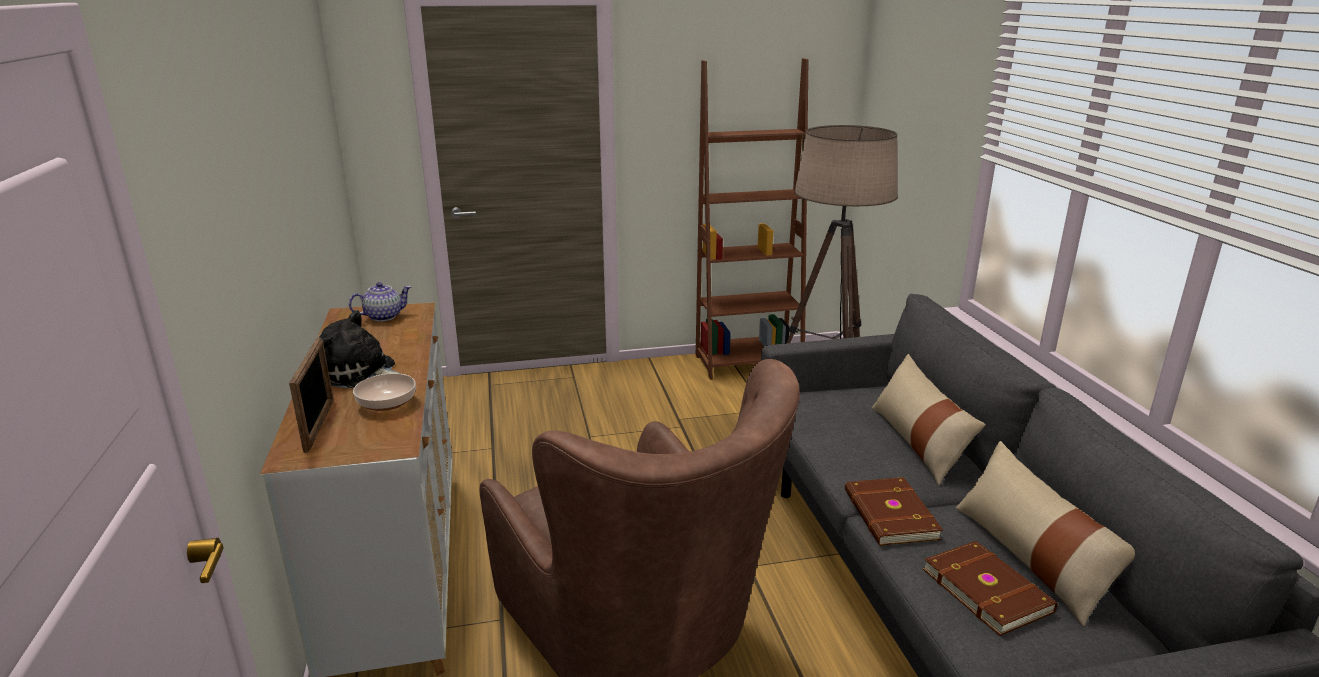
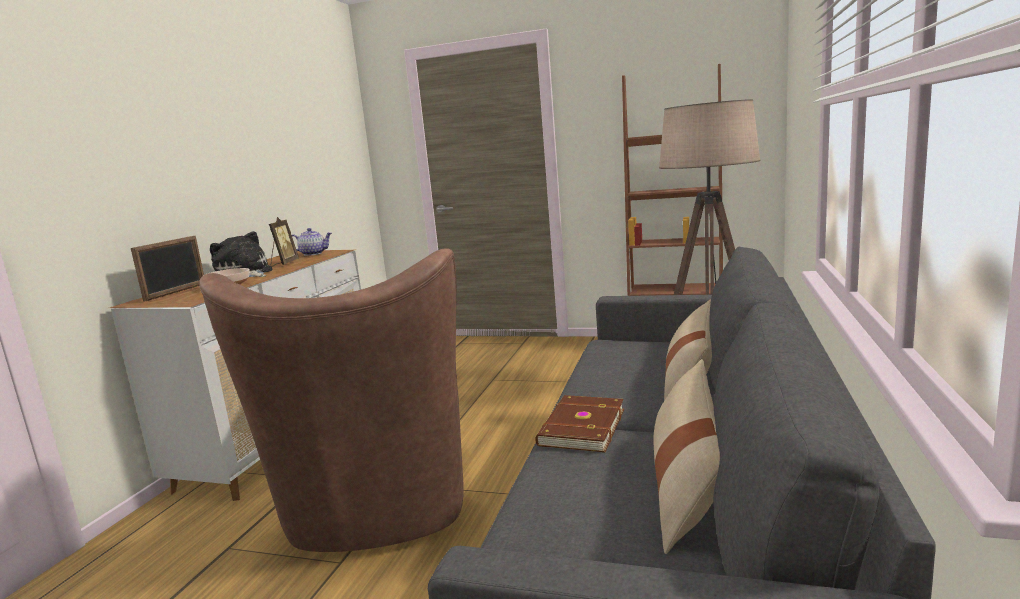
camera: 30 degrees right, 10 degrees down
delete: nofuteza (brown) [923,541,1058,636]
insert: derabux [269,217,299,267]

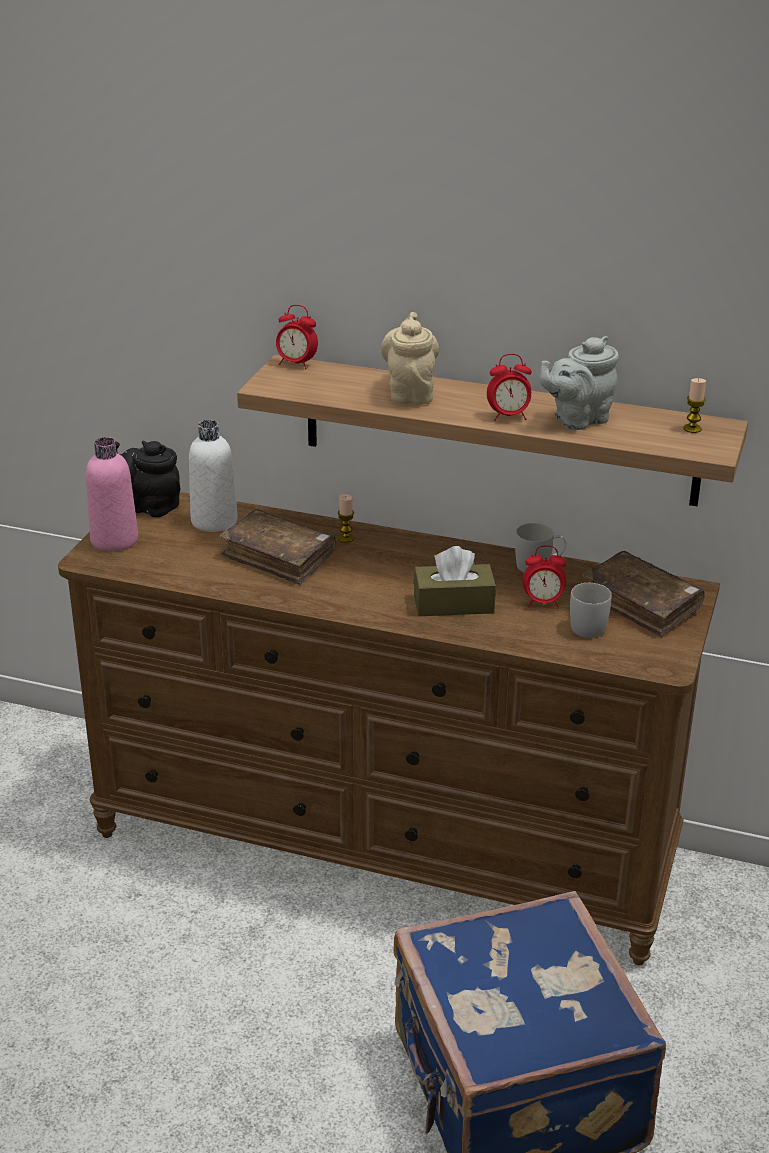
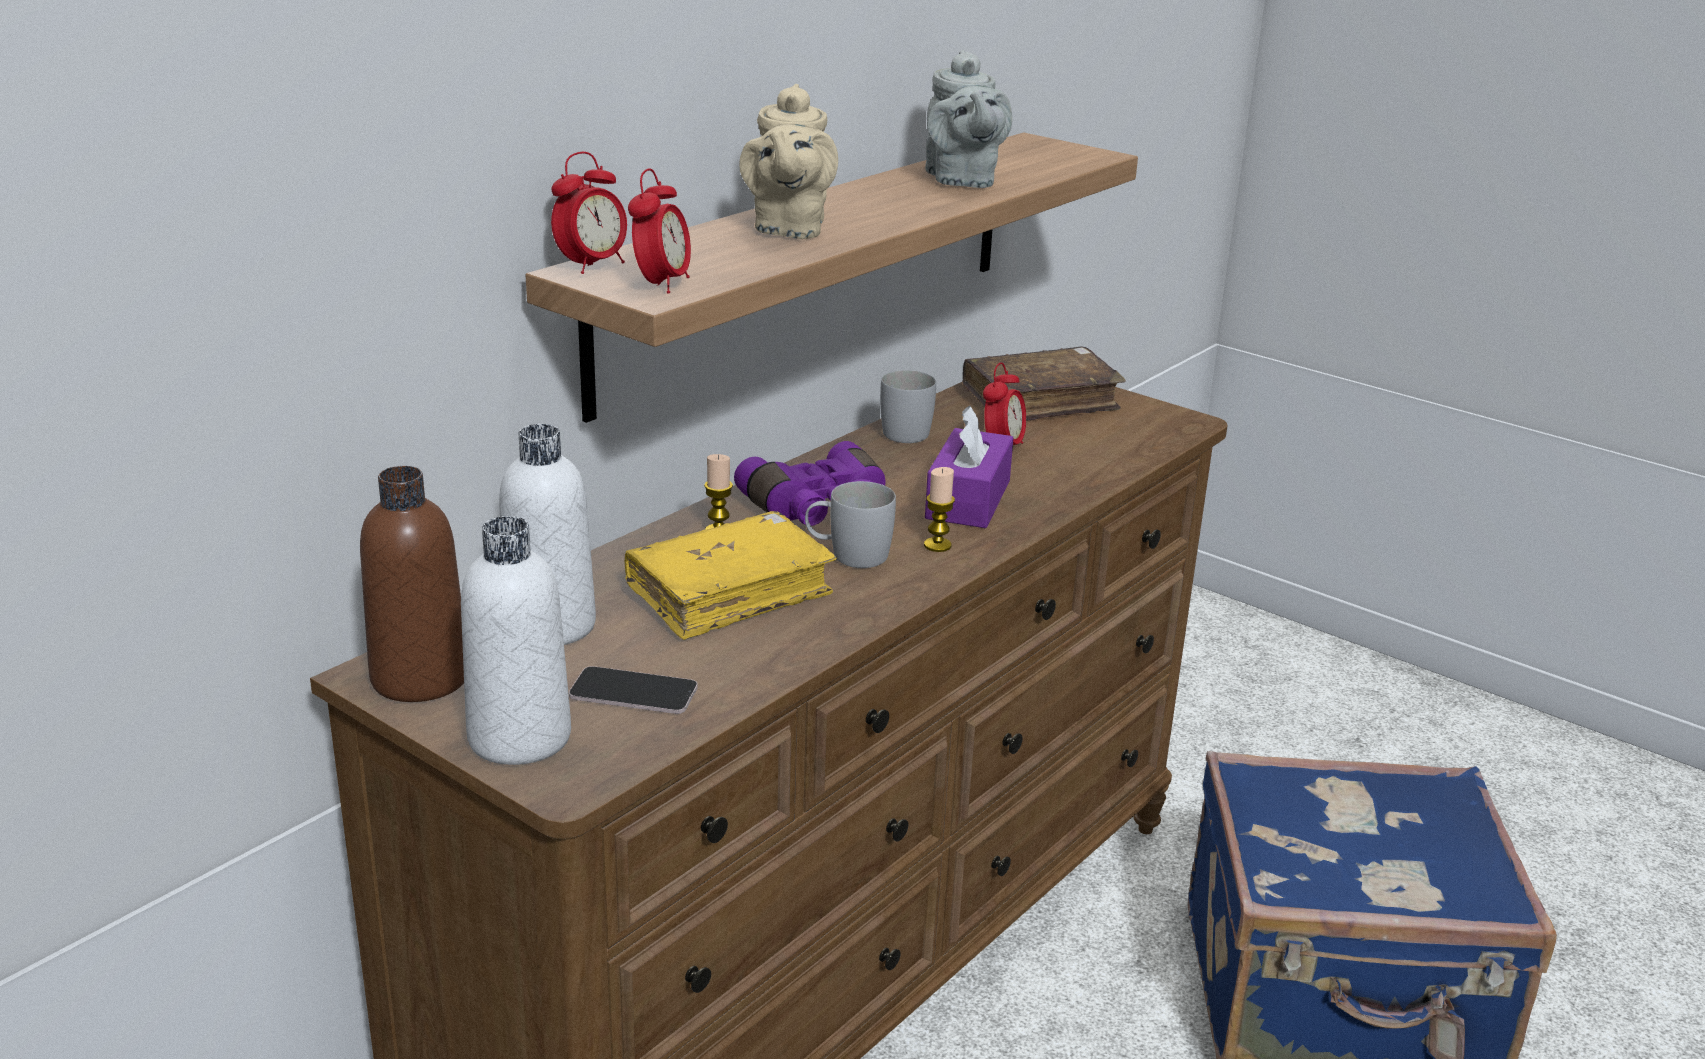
camera: 70 degrees left, 5 degrees down
insert: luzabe [569,666,698,714]; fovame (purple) [734,441,886,526]
move: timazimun [487,354,532,421] to [628,168,691,294]; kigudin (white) [570,583,612,638] to [805,481,896,568]; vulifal [683,378,706,433] to [924,467,955,552]
replace: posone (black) [115,441,181,517] to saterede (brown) [360,466,464,702]
recolor: saterede (pink) [86,437,138,552] to saterede (white) [461,516,571,765]; nofuteza (brown) [219,509,336,585] to nofuteza (yellow) [625,511,837,640]; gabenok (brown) [414,546,496,616] to gabenok (purple) [925,406,1014,528]
rotate: posone (beige) [381,312,439,404] = [739,84,838,239] 105 degrees counterclockwise

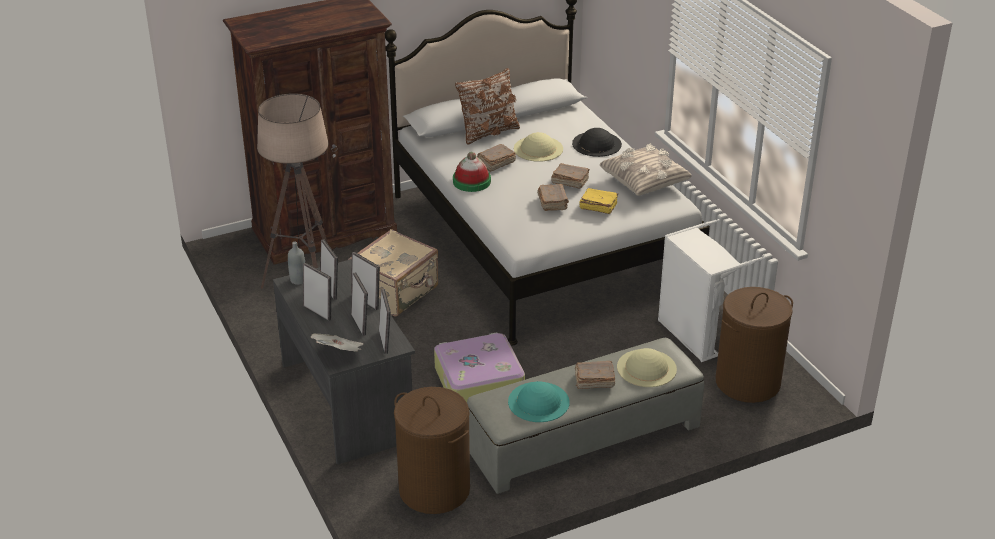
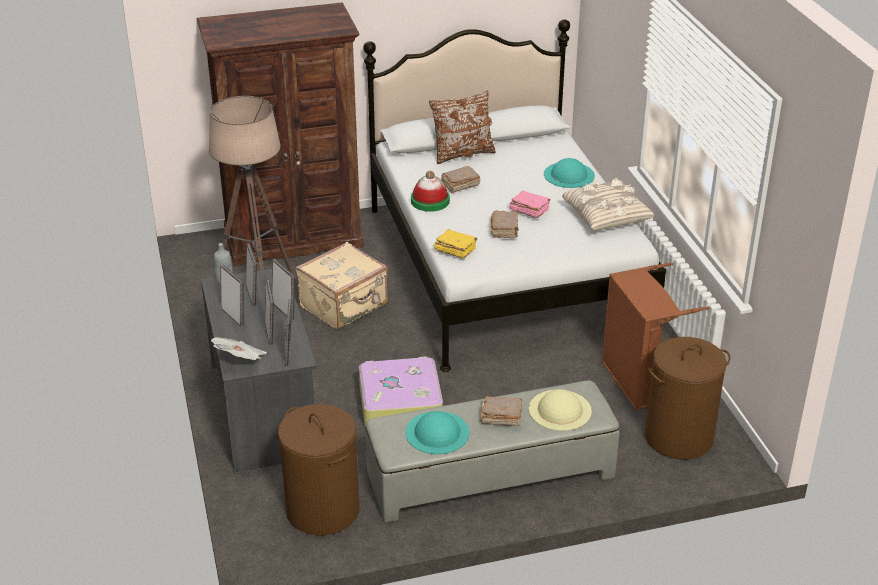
camera: 10 degrees right, 0 degrees up
delete: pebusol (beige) [514,132,563,162]
move: nofuteza (yellow) [579,188,618,214] to [434,229,477,259]
recolor: nofuteza (brown) [551,163,590,189] to nofuteza (pink) [510,191,551,218]; pebusol (black) [572,128,622,157] to pebusol (turquoise) [544,158,595,188]; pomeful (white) [658,219,766,362] to pomeful (brown) [602,263,710,411]

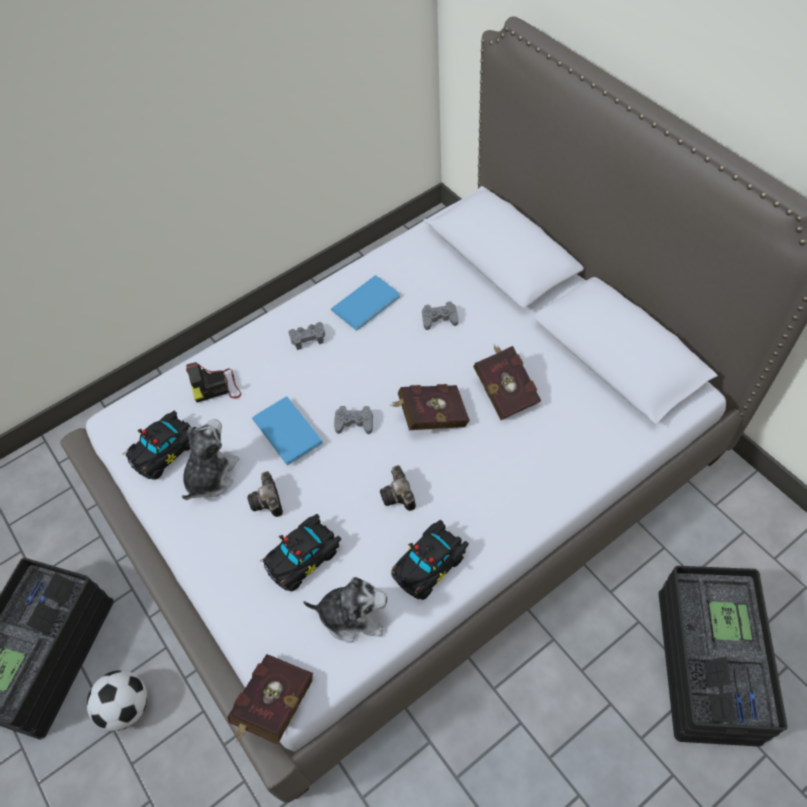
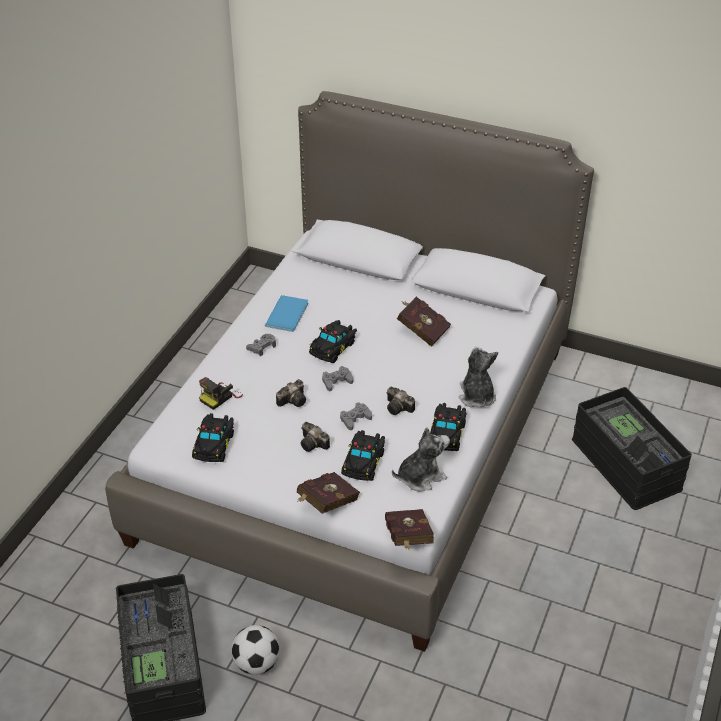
camera: 35 degrees left, 15 degrees down
insert: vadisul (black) [309,320,357,363]
move: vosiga [182,419,239,500] to [459,347,498,407]; nofuteza (red) [391,384,470,430] to [297,472,360,514]; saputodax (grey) [422,301,458,330] to [340,403,372,430]
replace: nofuteza (blue) [252,397,323,465] to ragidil [276,379,306,407]

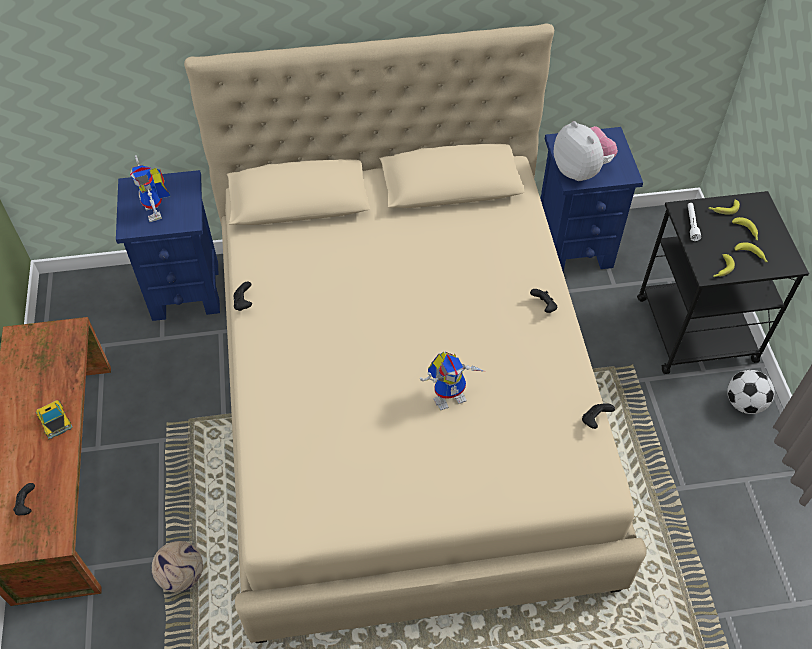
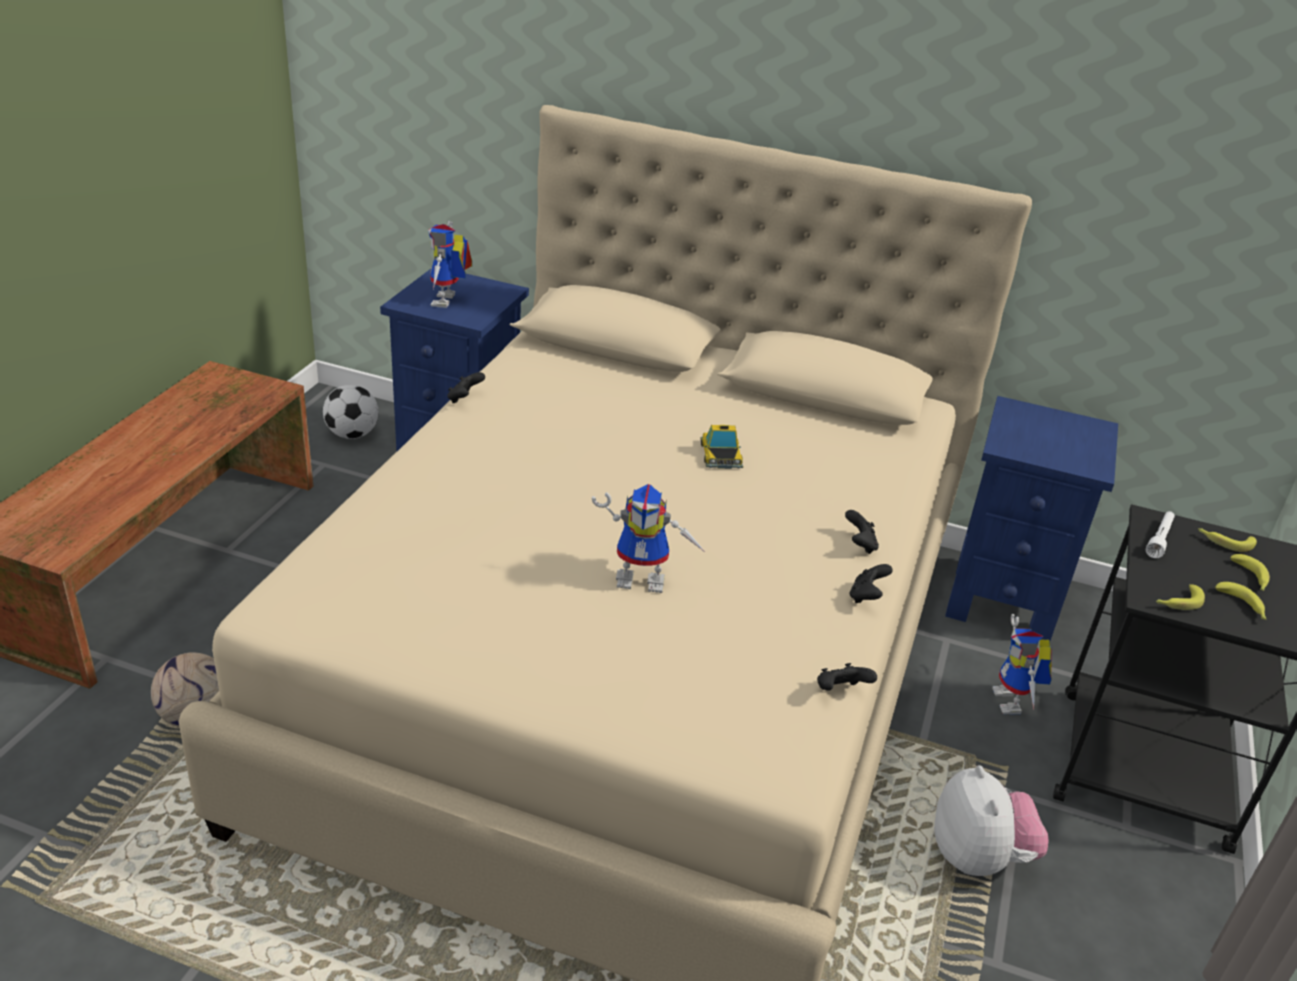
camera: 25 degrees right, 20 degrees down
insert: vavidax [992,614,1052,715]
move: saputodax (black) [13,483,35,515] to [850,564,893,603]; vadisul [36,400,73,439] to [700,425,743,469]; vosiga [554,121,618,181] to [934,765,1049,876]; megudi [727,370,774,414] to [323,385,379,439]

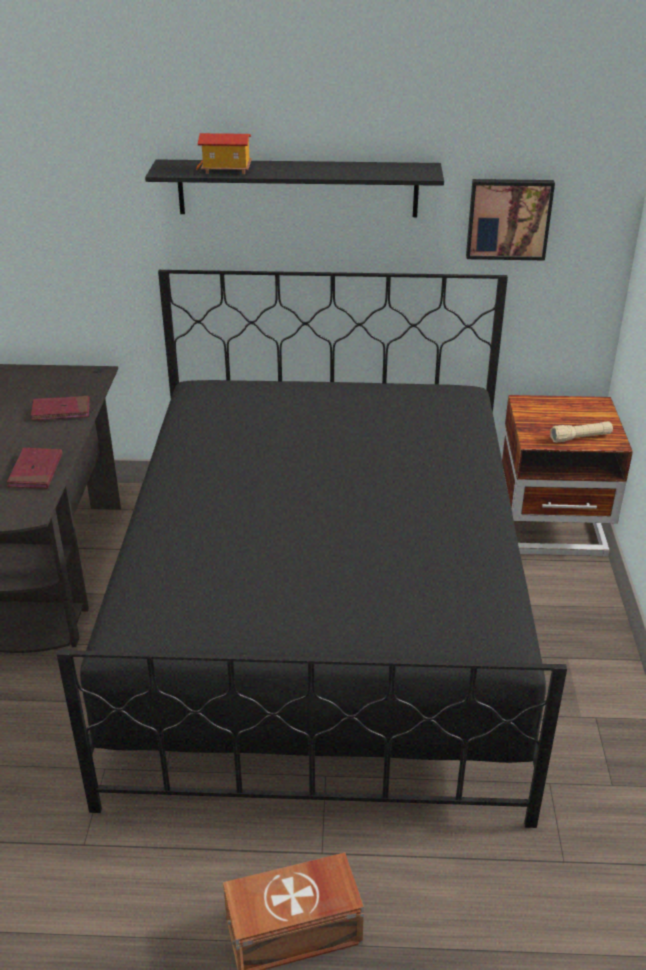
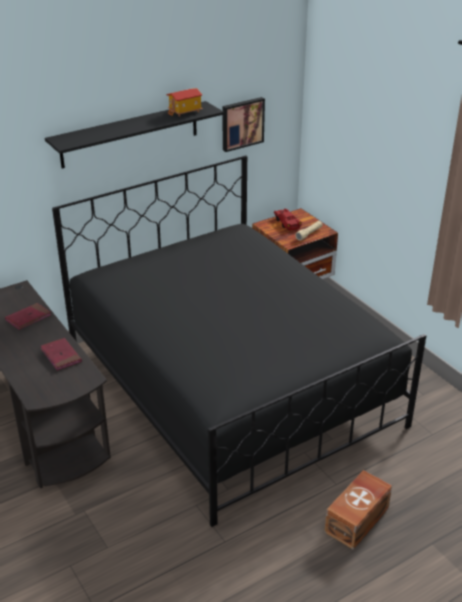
camera: 35 degrees left, 0 degrees up
insert: vadisul (red) [274,208,302,231]
move: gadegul [196,133,252,174] to [166,88,203,117]

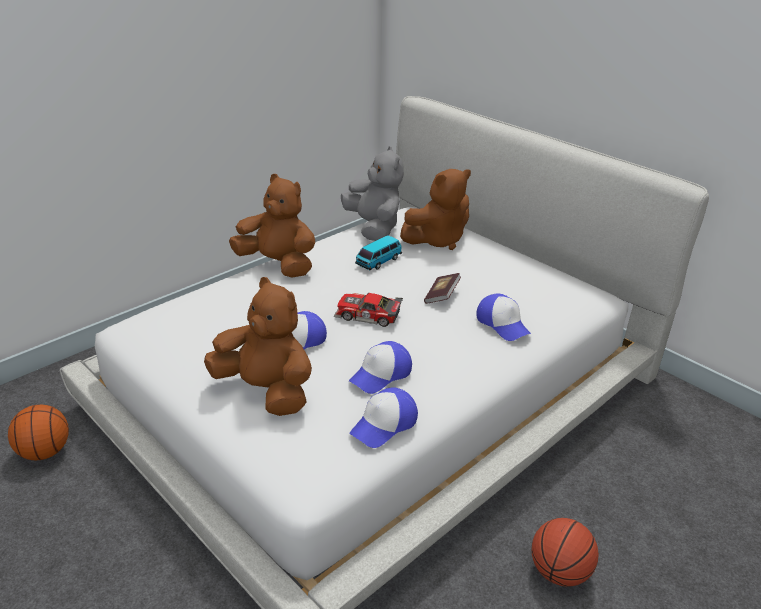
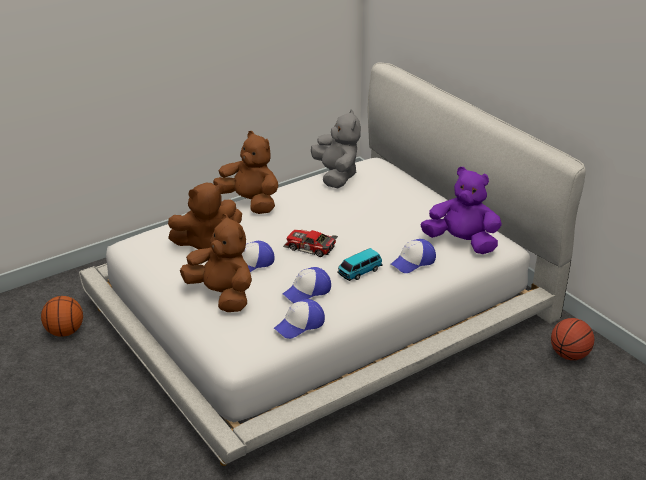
camera: 10 degrees right, 0 degrees up
delete: nofuteza [424,273,461,304]
insert: vosiga (purple) [420,167,502,254]
move: vadisul [355,235,402,270] to [337,248,383,281]; vosiga (brown) [400,169,471,250] to [168,183,242,249]; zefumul [532,518,599,587] to [551,318,594,360]
rotate: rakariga [476,294,531,341] = [391,239,436,273] 75 degrees clockwise

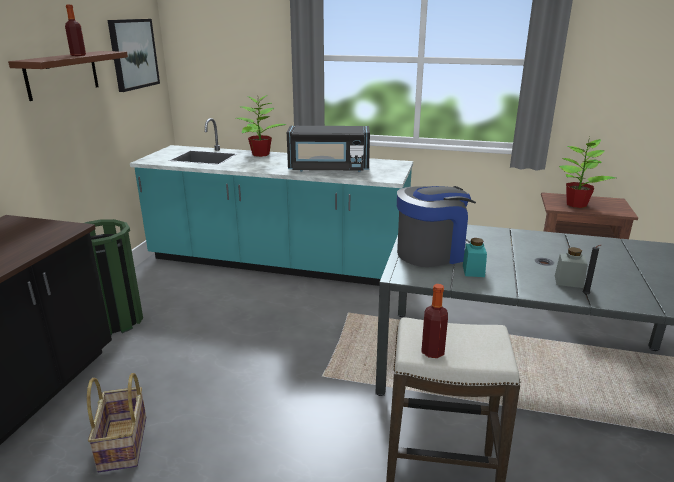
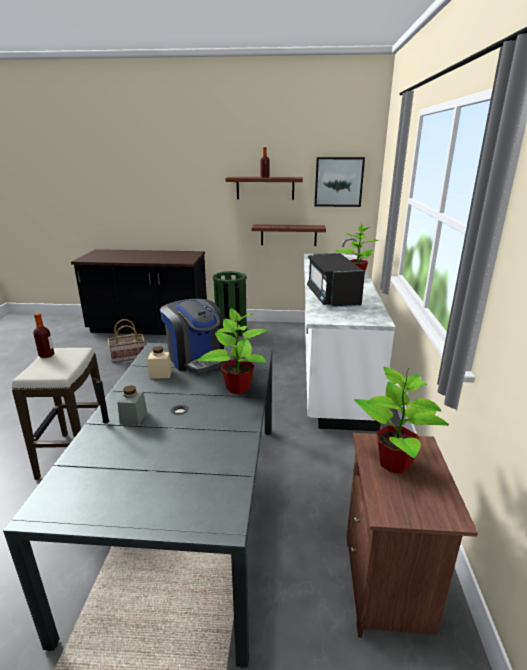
camera: 80 degrees right, 0 degrees up
insert: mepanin [197,308,269,394]; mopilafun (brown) [252,224,326,246]
recolor: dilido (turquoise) [130,118,413,286] to dilido (white) [304,238,395,431]; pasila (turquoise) [463,238,487,277] to pasila (beige) [148,346,172,379]

